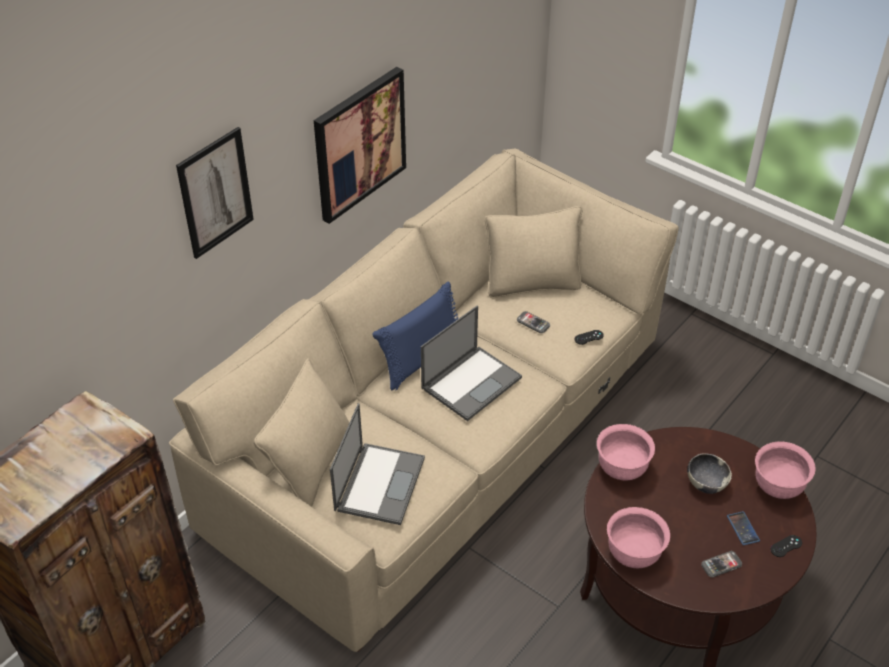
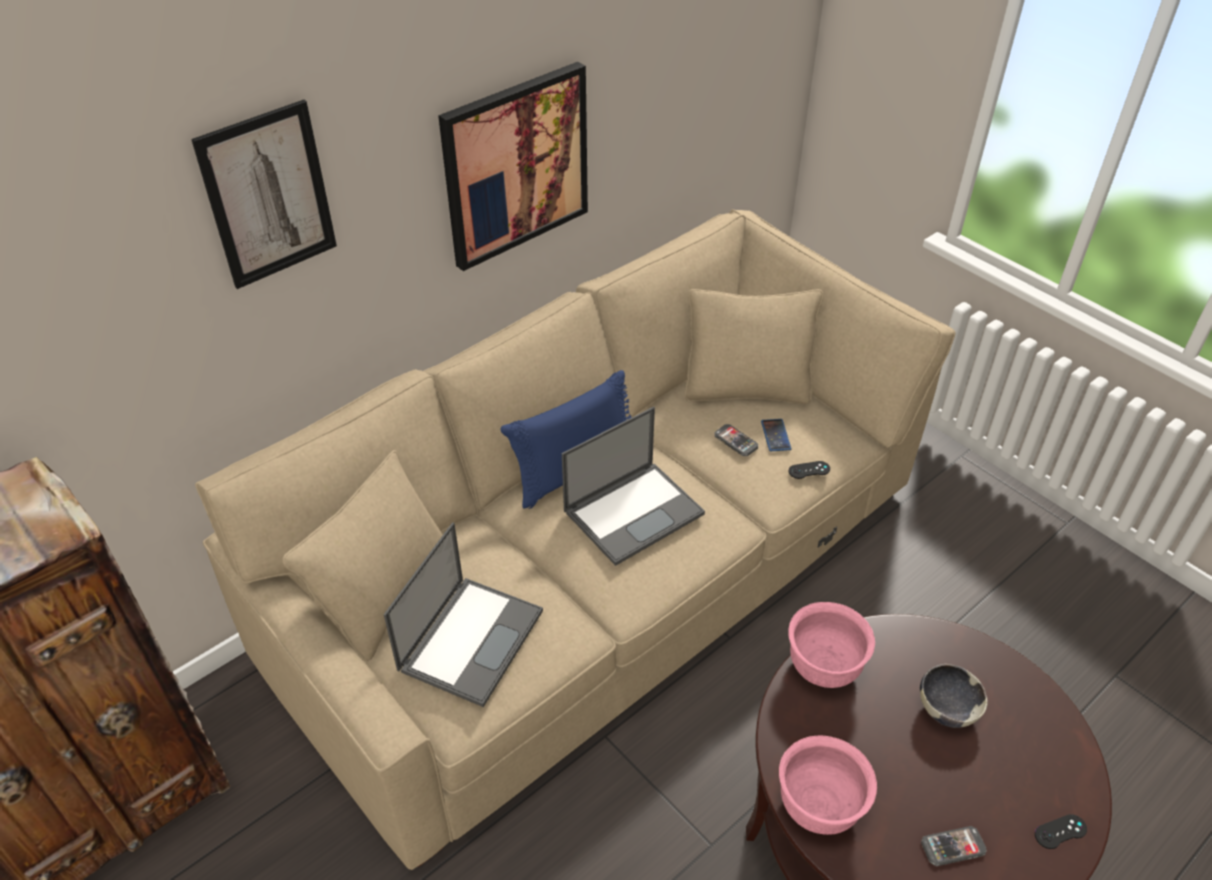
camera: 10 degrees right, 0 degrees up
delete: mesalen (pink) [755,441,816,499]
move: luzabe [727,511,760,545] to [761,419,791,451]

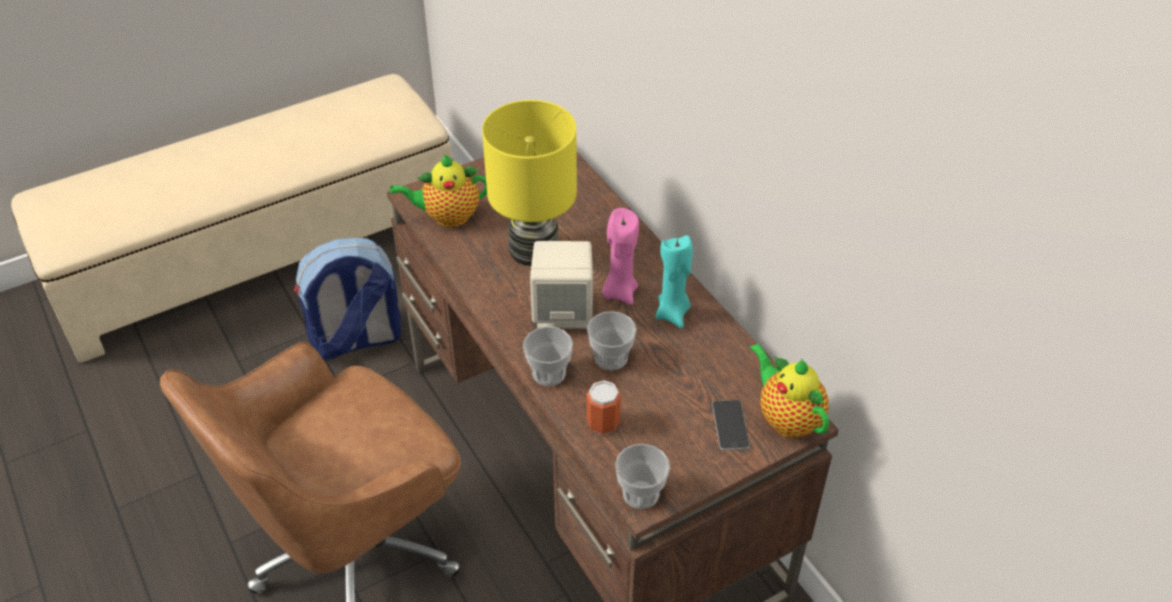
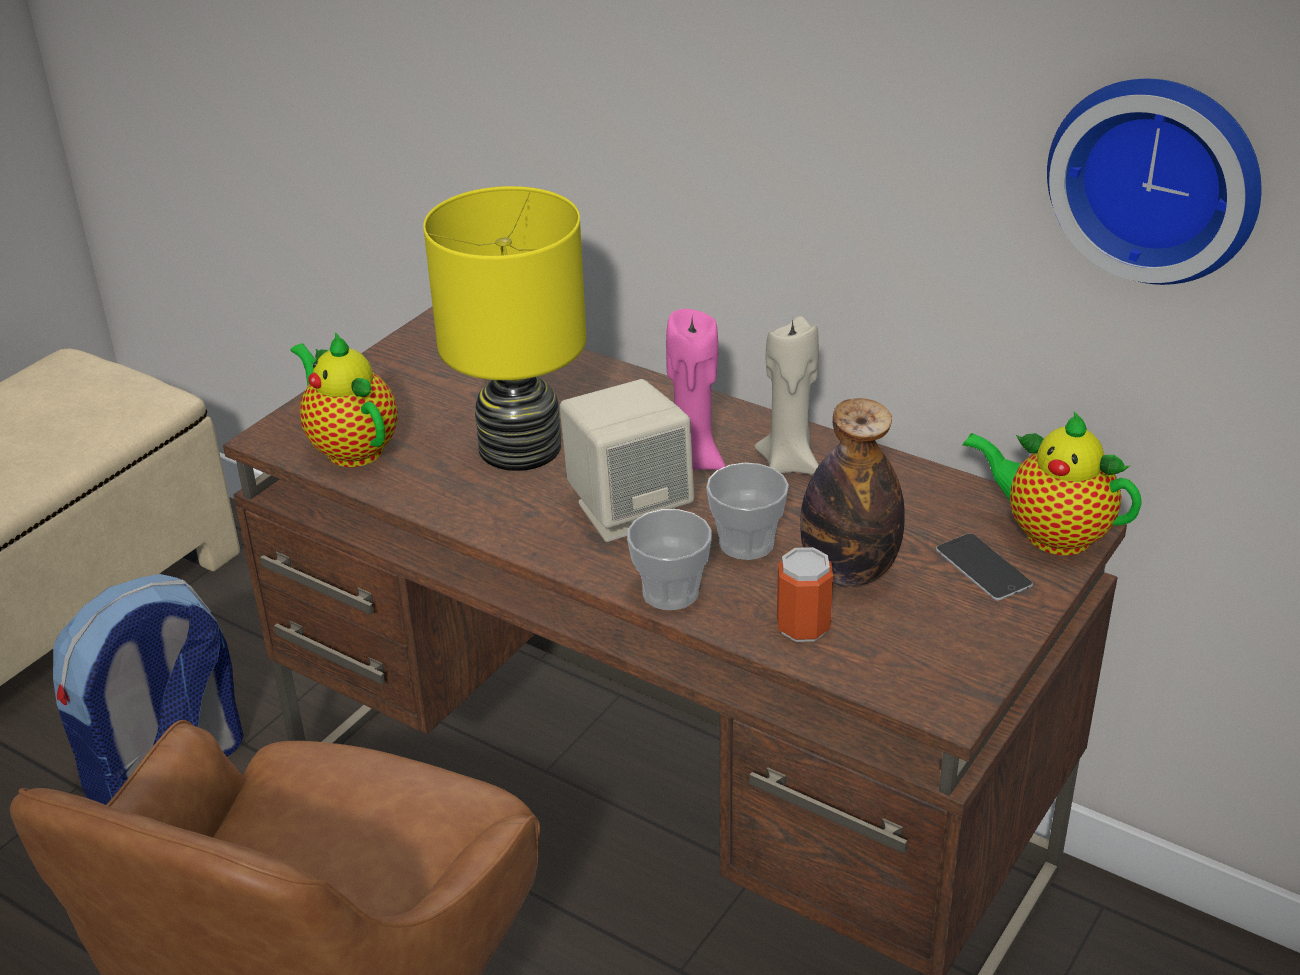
camera: 25 degrees left, 10 degrees down
delete: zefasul [615,444,670,509]
insert: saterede [800,398,905,587]; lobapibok [1047,79,1261,285]
recolor: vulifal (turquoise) [655,235,693,328] to vulifal (beige) [755,316,819,475]
rotate: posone [390,154,487,227] = [291,332,398,467] 90 degrees clockwise

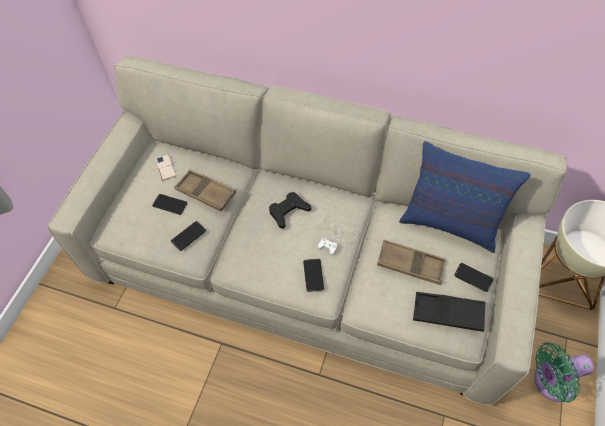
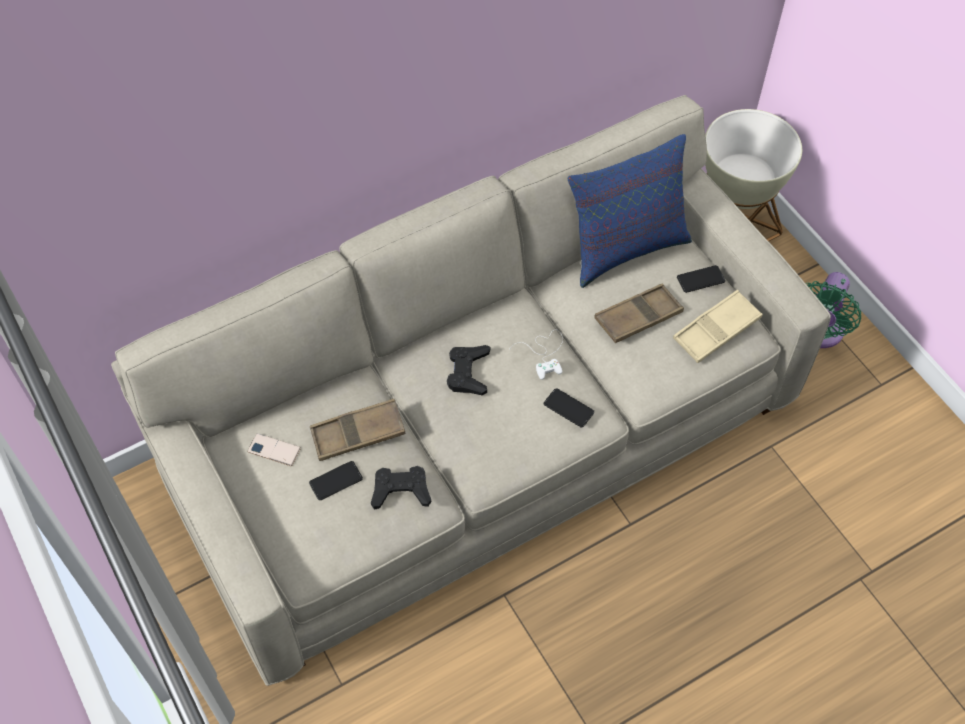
camera: 50 degrees left, 0 degrees up
replace: luzabe [171,221,206,251] to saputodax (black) [371,466,431,510]
recolor: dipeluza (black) [413,292,486,332] to dipeluza (beige) [673,290,763,363]

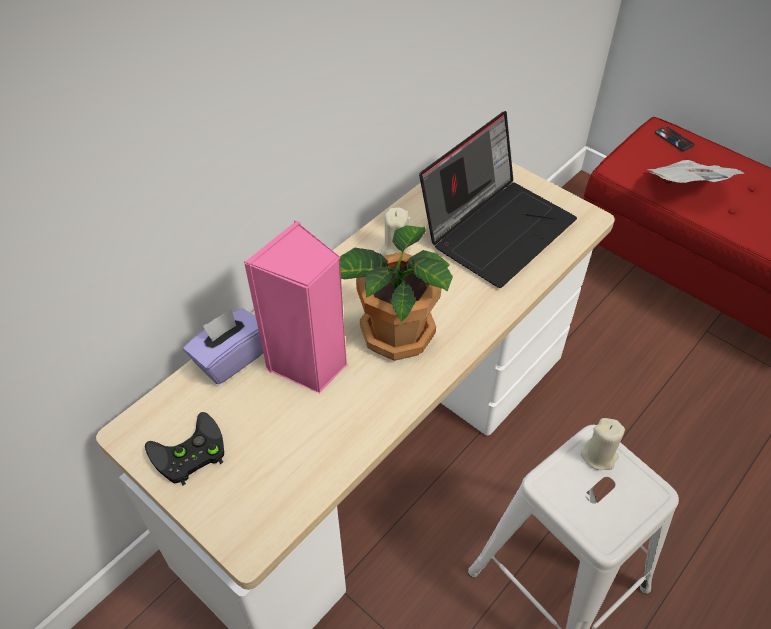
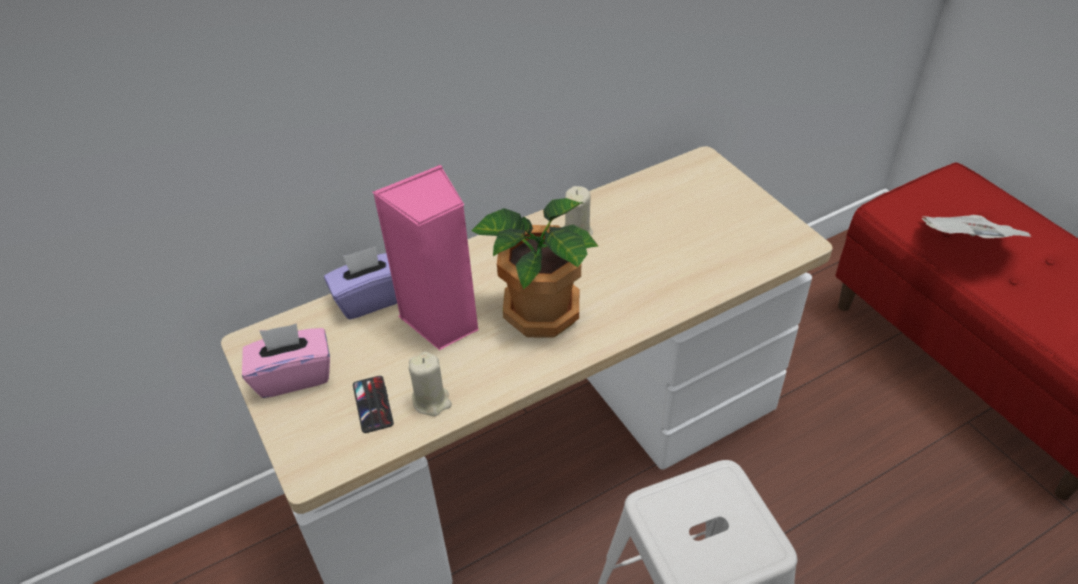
camera: 20 degrees right, 5 degrees down
delete: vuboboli [419,111,577,288]
move: vulifal (beige) [581,418,625,470] to [409,352,452,416]; luzabe [655,126,695,152] to [353,376,394,433]
replace: saputodax (black) [145,412,224,485] to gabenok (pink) [242,324,330,398]

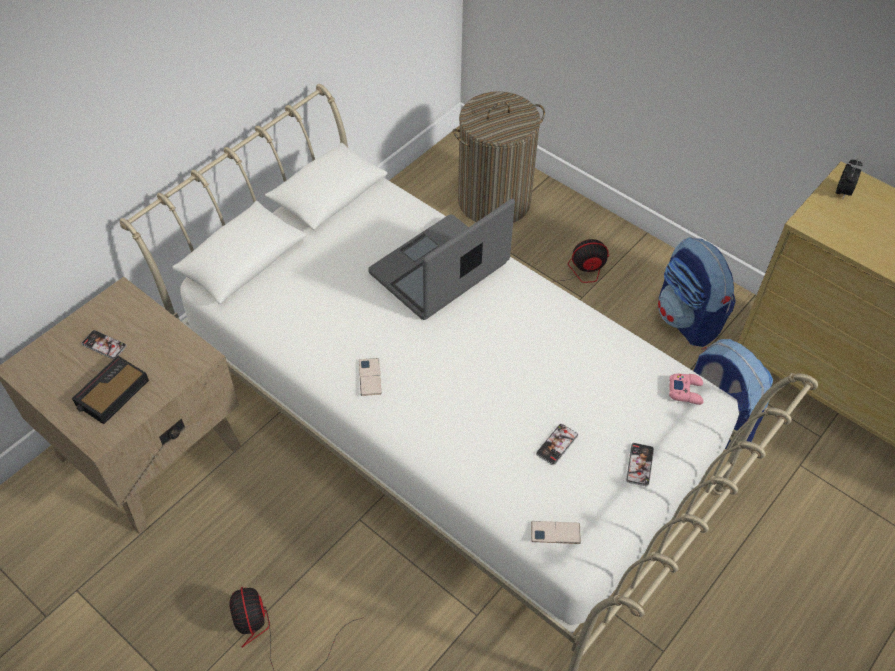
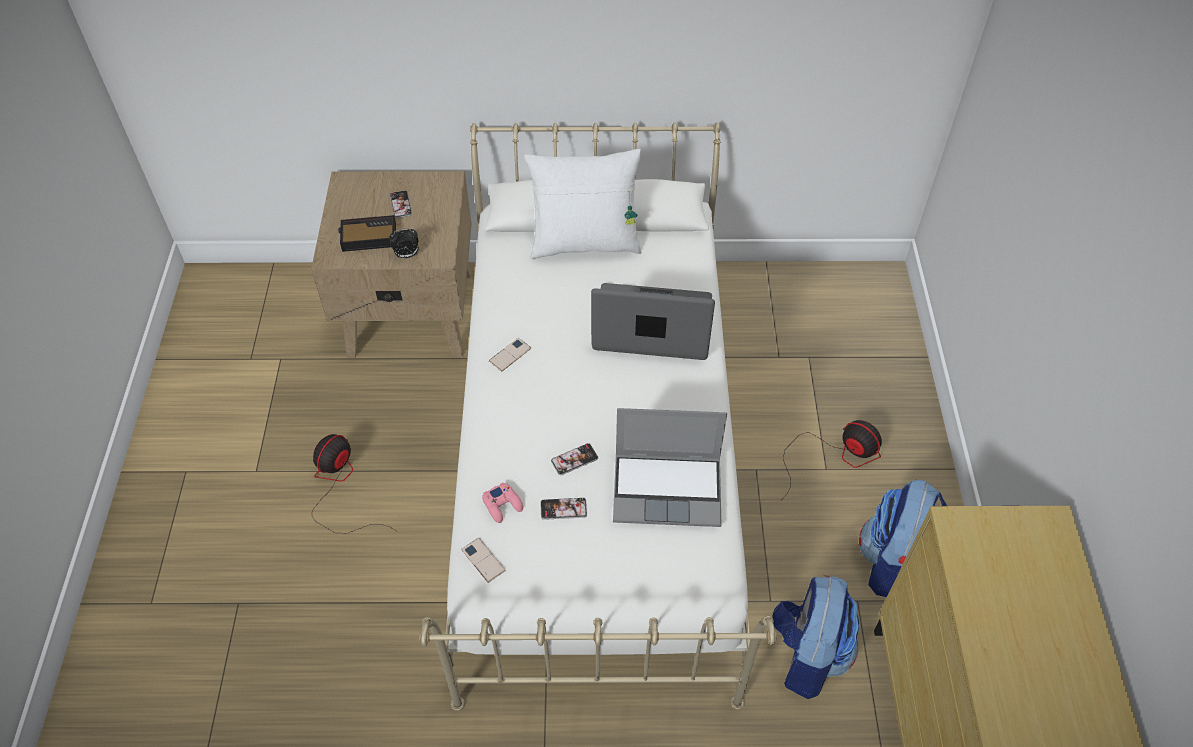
camera: 50 degrees right, 0 degrees up
delete: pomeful [452,91,545,223]
insert: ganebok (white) [524,149,641,259]; vuboboli [613,408,727,527]
move: luzabe [626,443,654,486] to [551,443,598,475]; saputodax (pink) [669,374,704,405] to [482,482,523,523]; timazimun [836,158,862,200] to [389,228,418,258]

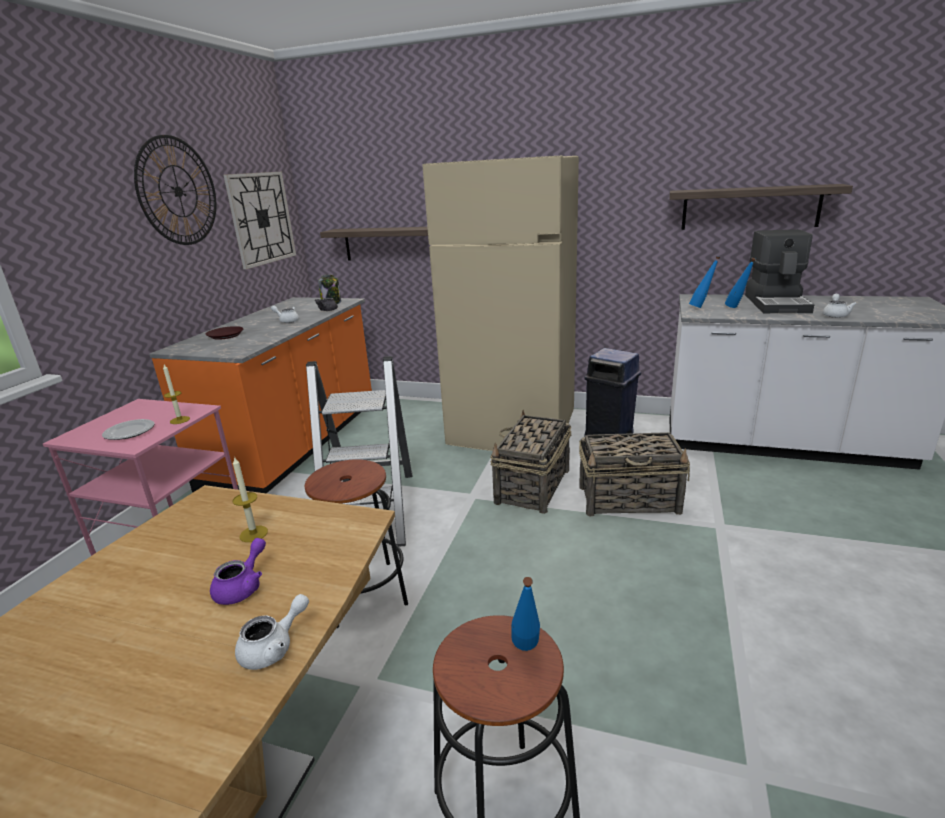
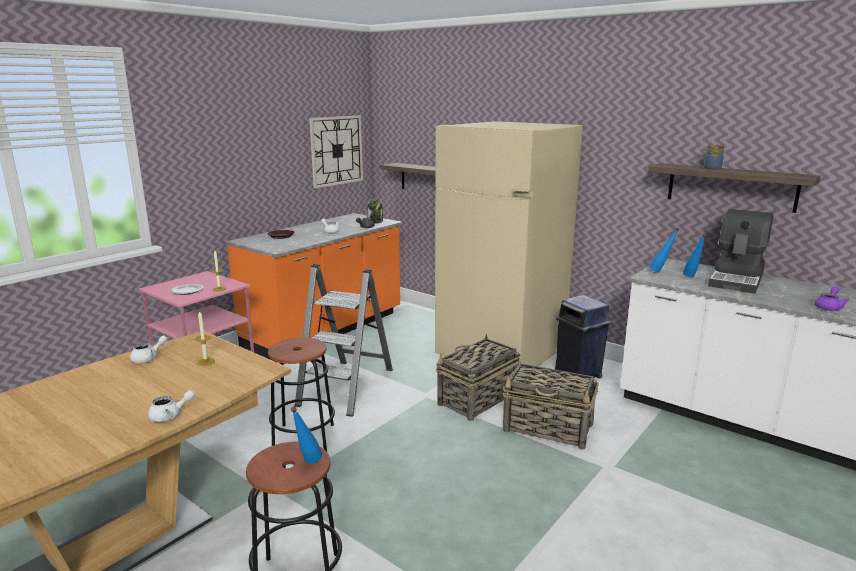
camera: 20 degrees right, 5 degrees down
delete: lobapibok [134,135,216,245]
insert: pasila [703,145,724,170]
move: posone (purple) [210,538,266,605] to [815,287,850,311]; posone (white) [822,294,857,318] to [130,336,168,363]

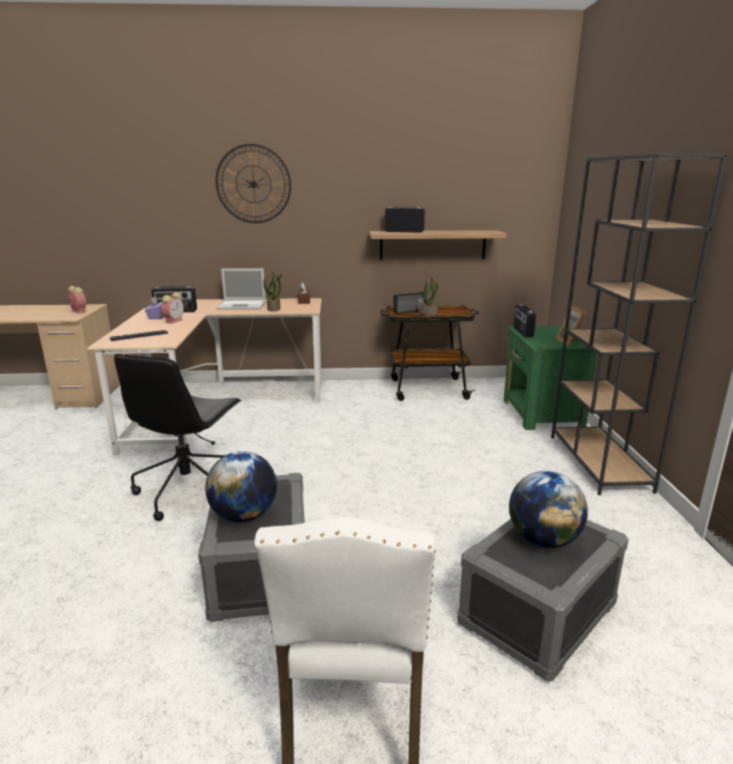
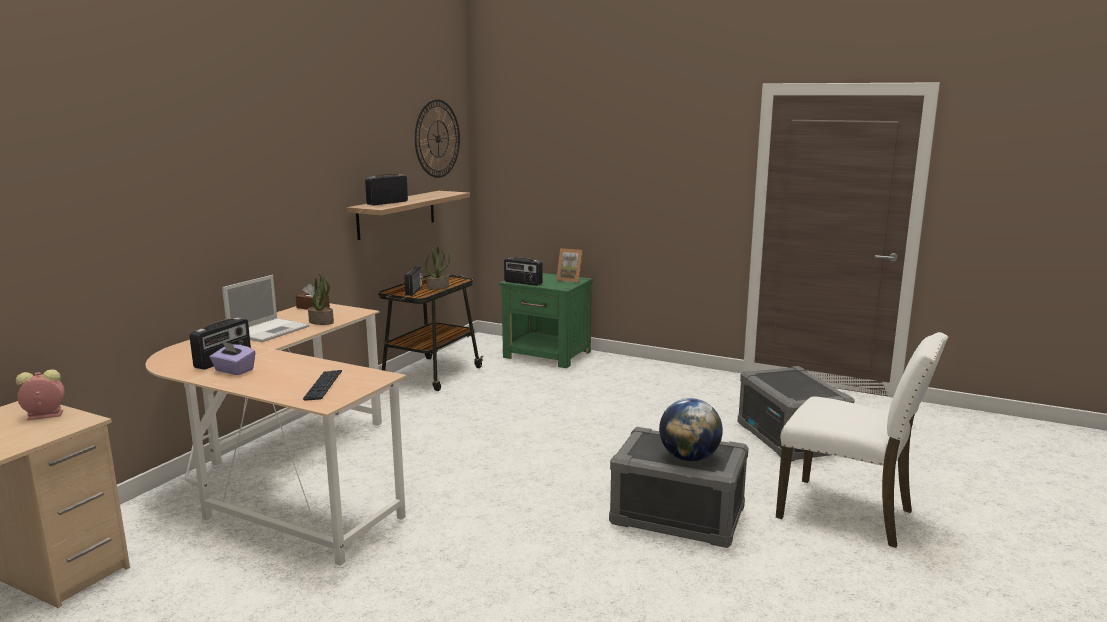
camera: 60 degrees left, 5 degrees down
delete: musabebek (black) [114,354,241,521]; timazimun [161,293,184,324]; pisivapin [509,471,588,548]; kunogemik [551,154,727,495]
move: lobapibok [216,144,291,223] to [415,99,460,178]

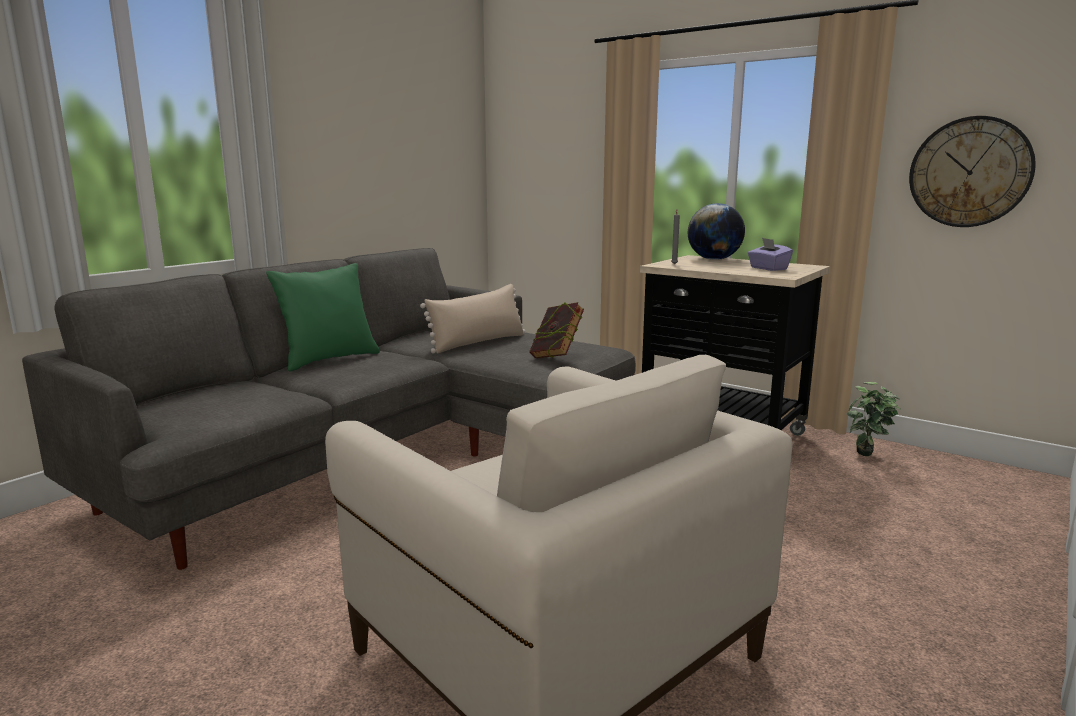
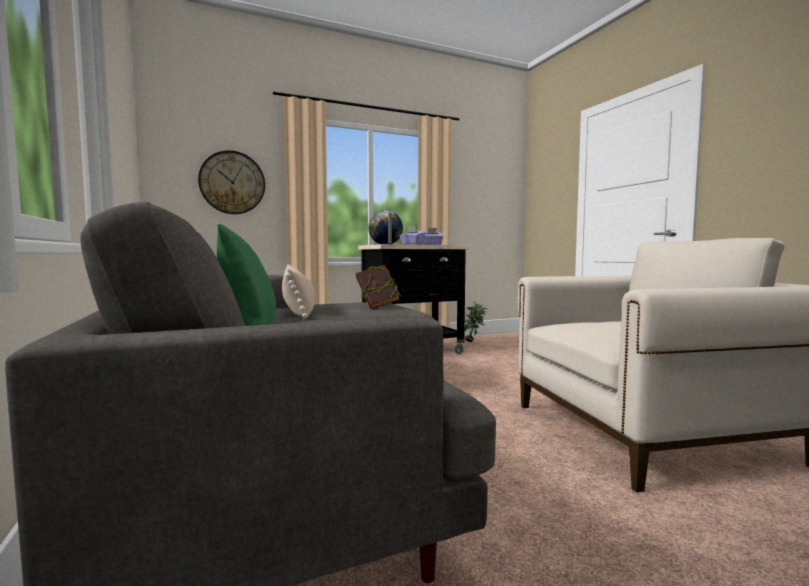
camera: 60 degrees left, 10 degrees down
insert: gabenok (purple) [400,226,426,245]
move: lobapibok [909,116,1036,227] to [198,150,265,214]

